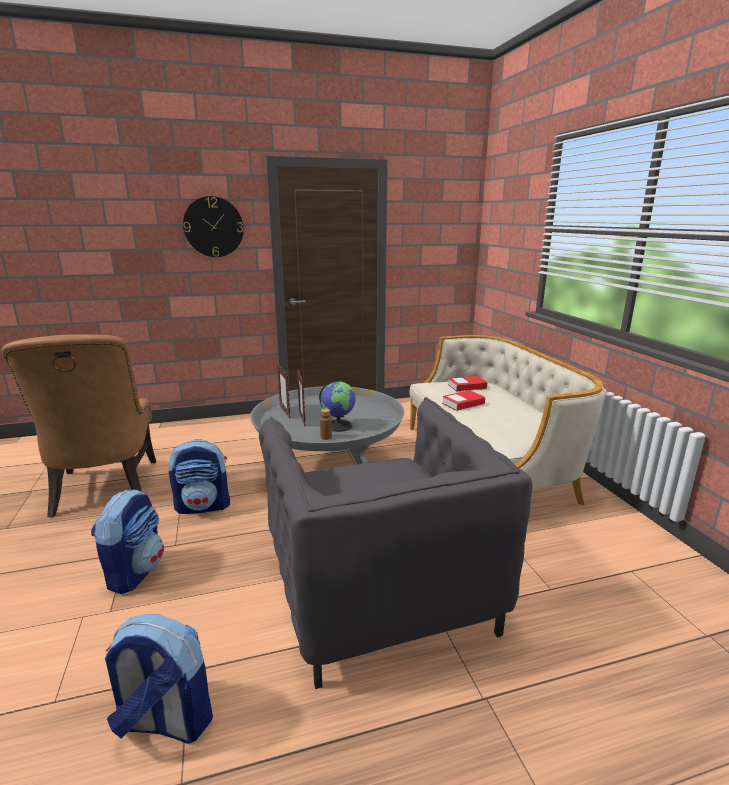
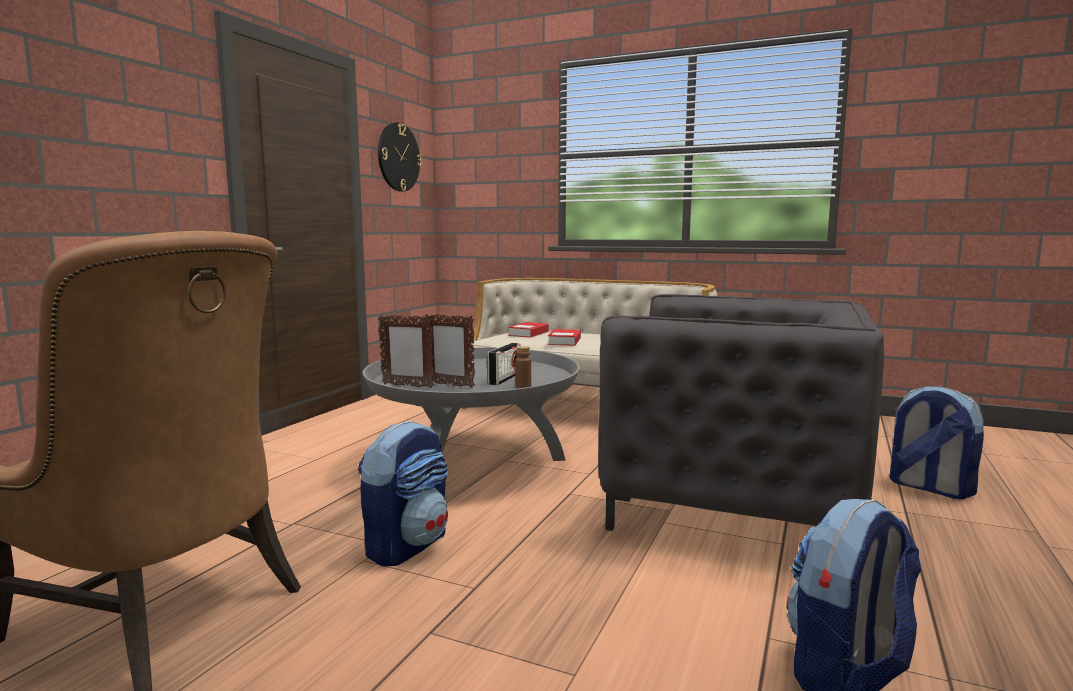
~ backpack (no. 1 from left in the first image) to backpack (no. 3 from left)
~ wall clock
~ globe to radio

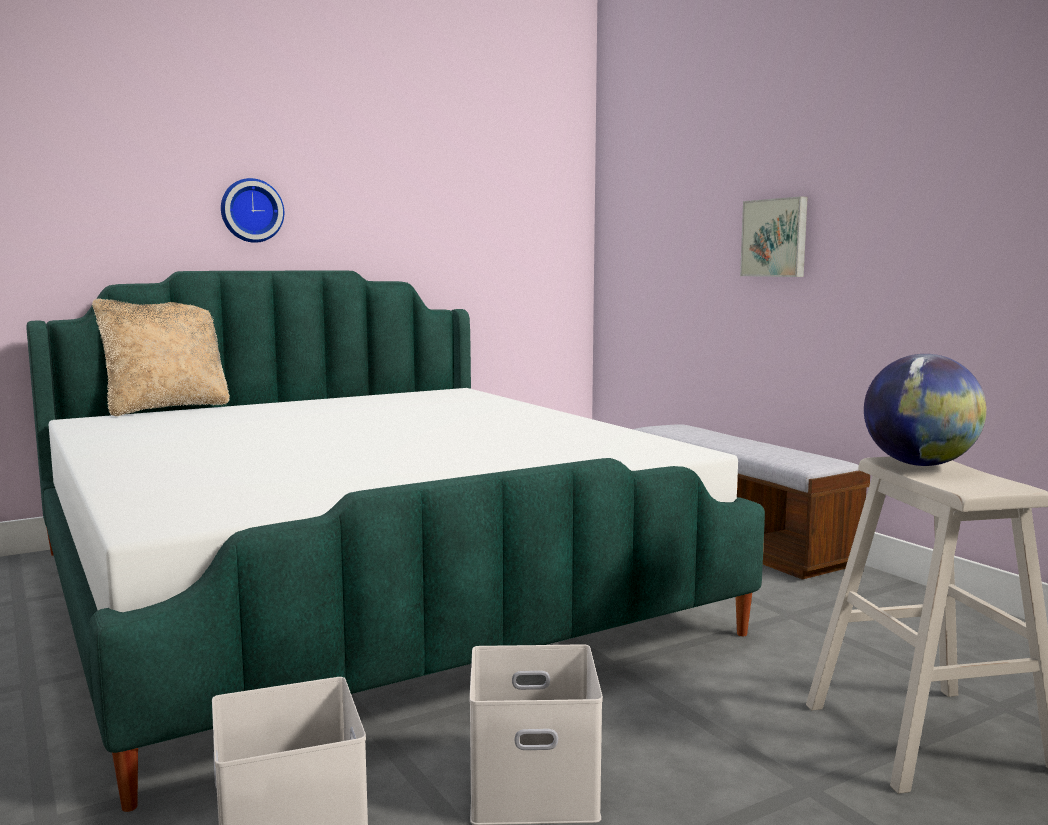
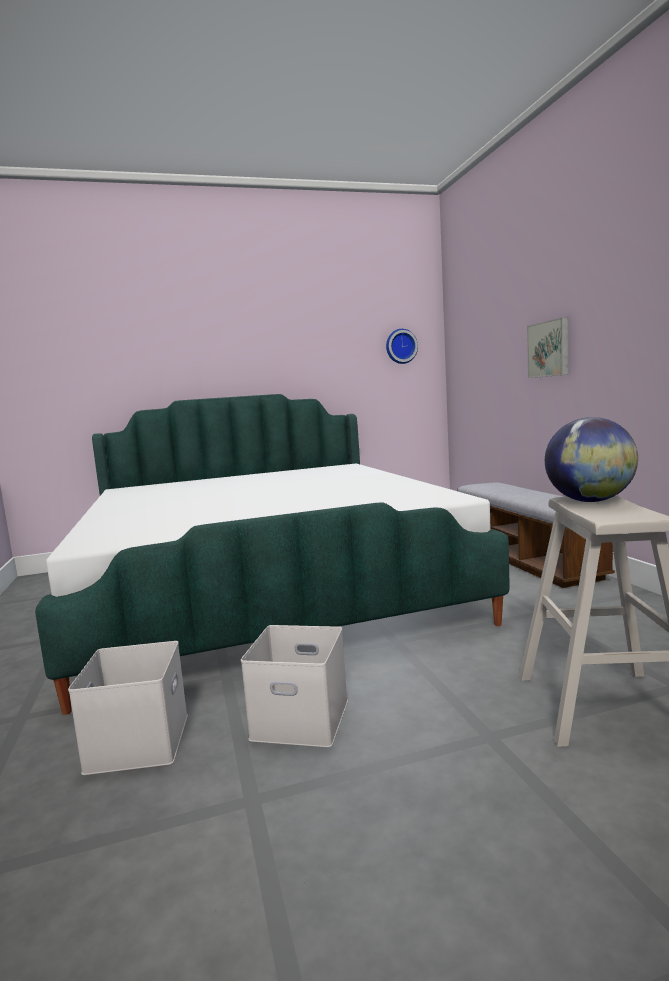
- pillow in beige
~ wall clock

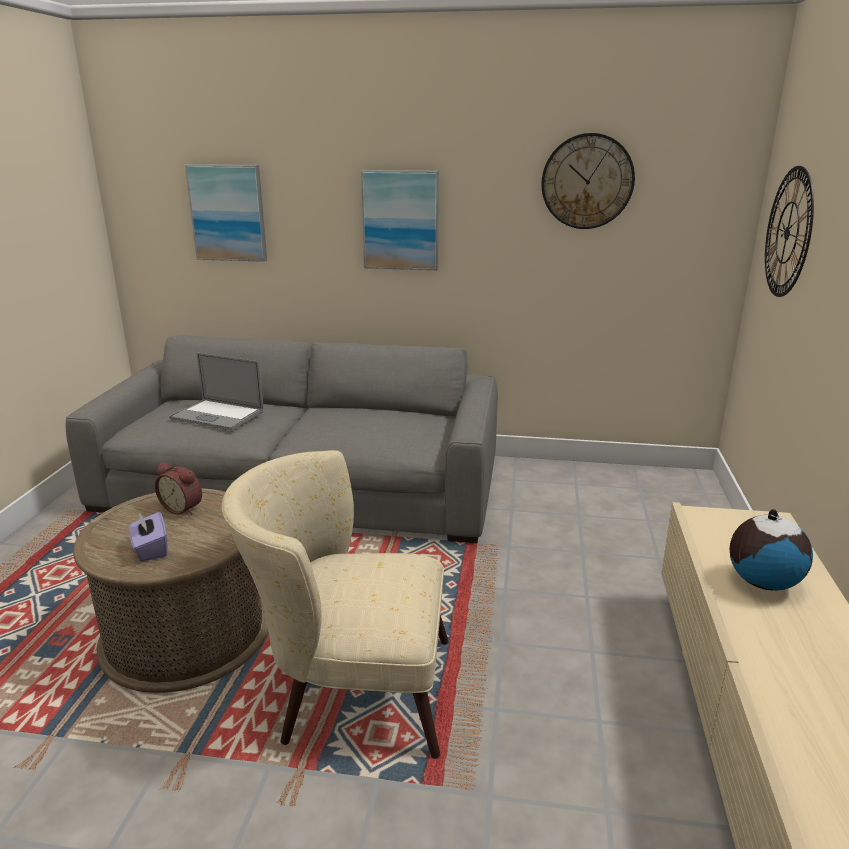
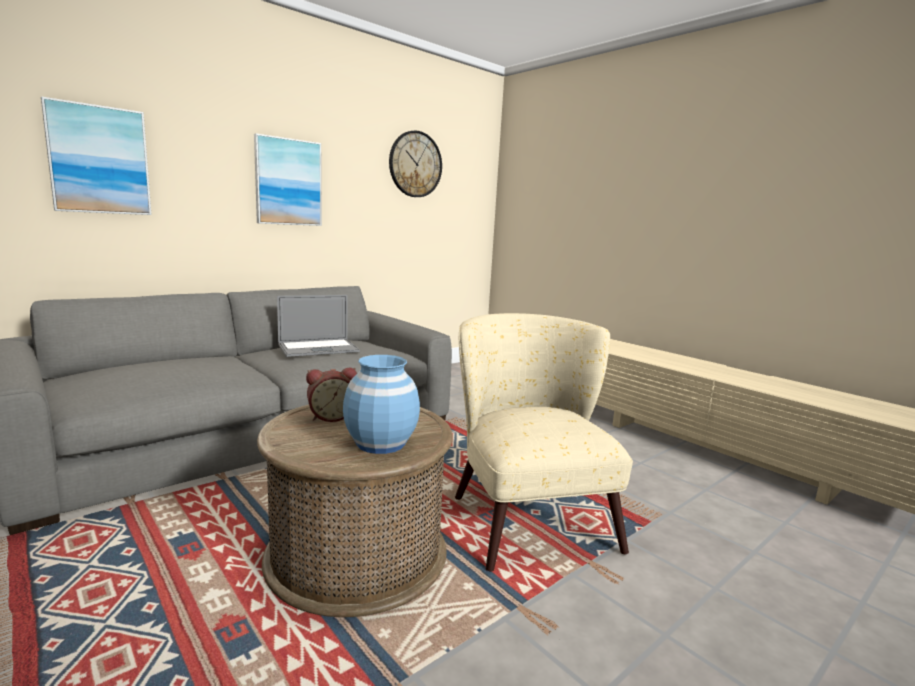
~ tissue box in purple to vase in blue
~ laptop
~ armchair in beige 120 degrees clockwise
- globe
- wall clock (no. 2 from left)

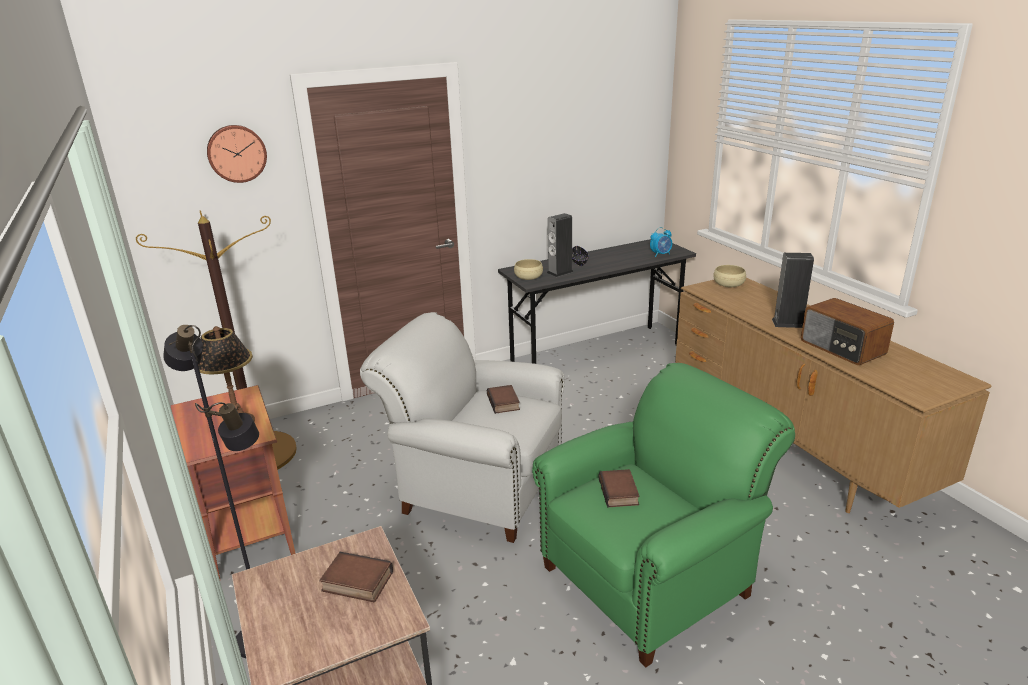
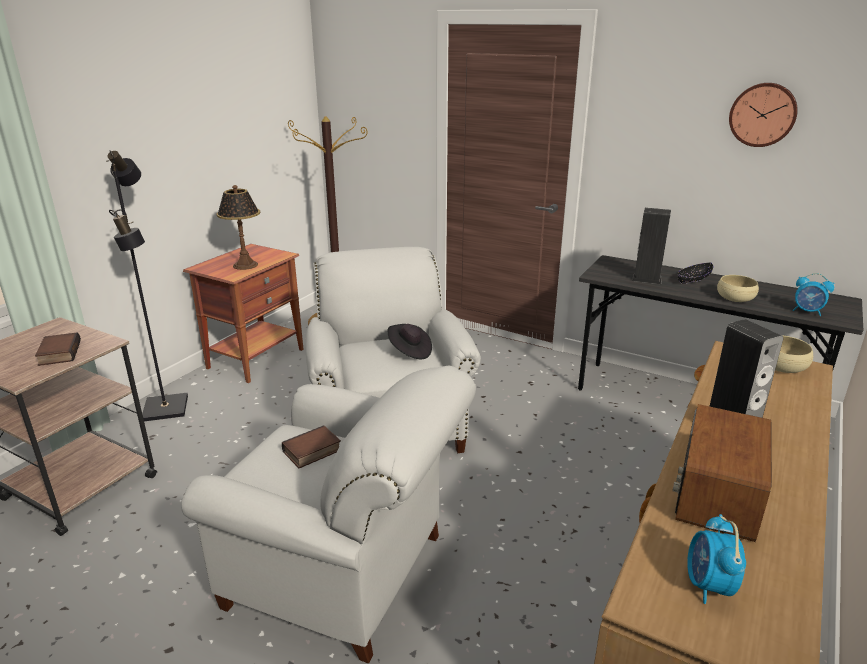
~ wall clock
~ book (no. 2 from left) to hat in black
~ bowl in beige (no. 1 from left)
~ armchair in green to armchair in white (no. 1 from left)
+ alarm clock (no. 1 from left)

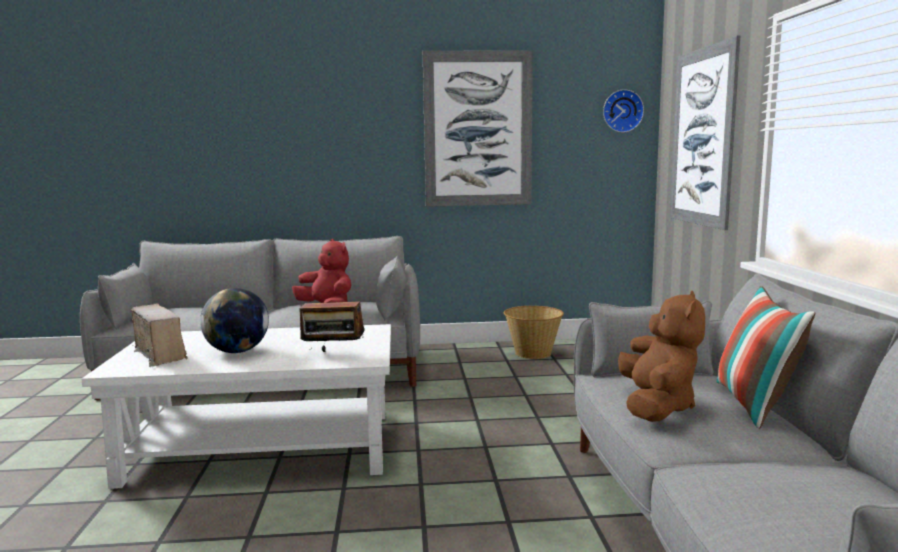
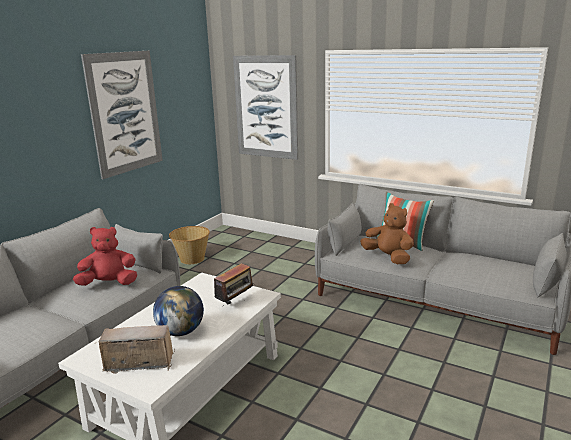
- wall clock

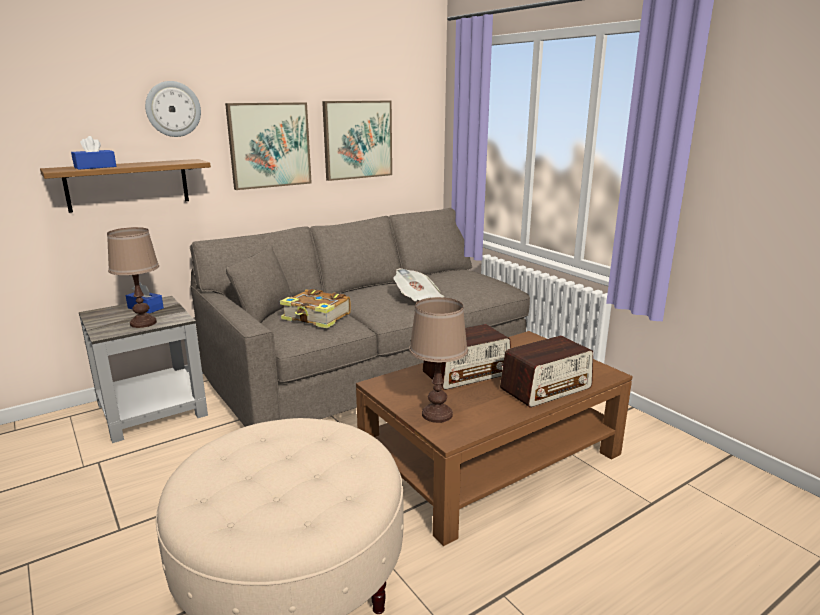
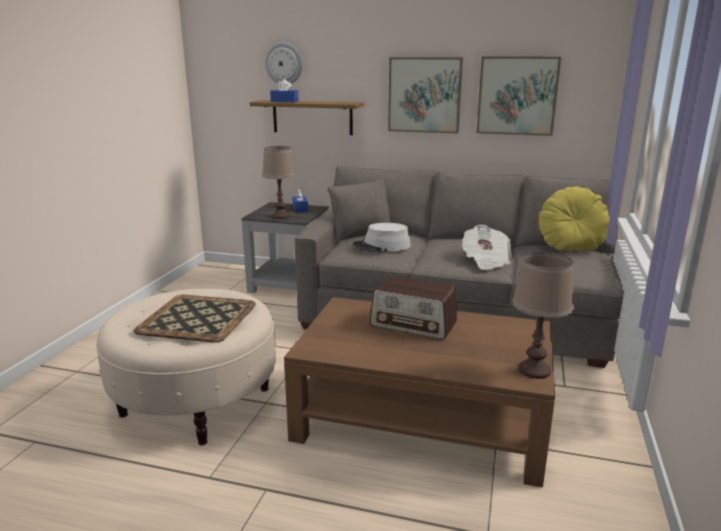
~ wall clock
~ book to hat in grey
~ table lamp in brown (no. 2 from left)
- radio (no. 2 from left)
+ tray
+ pillow in yellow

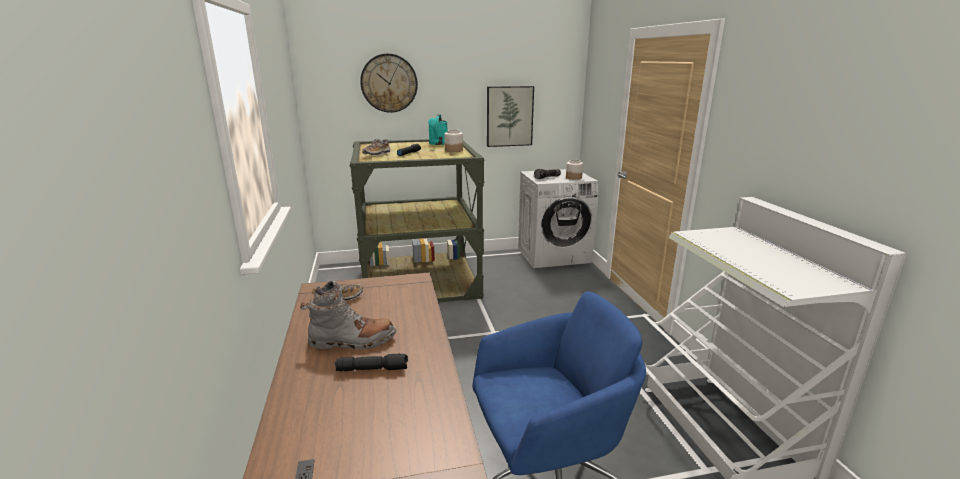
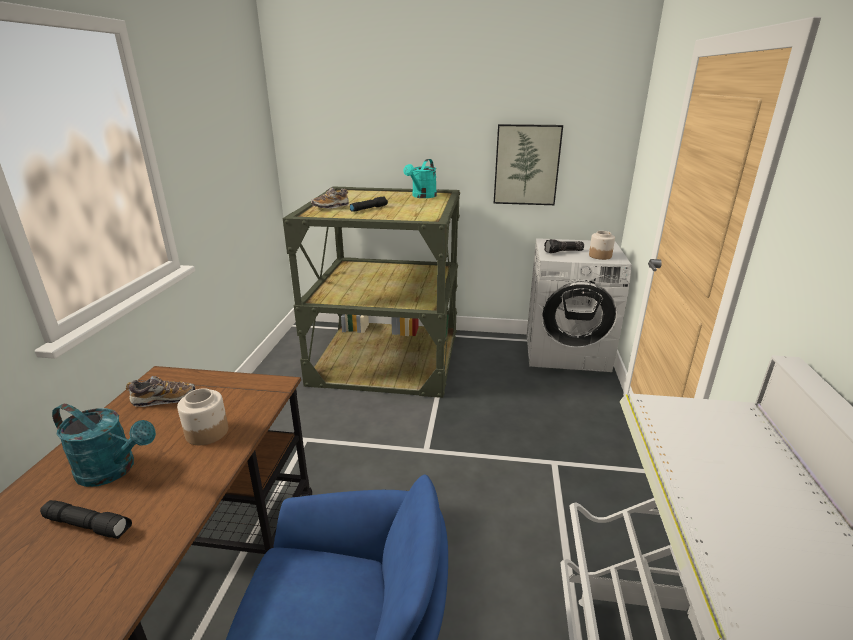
~ boot in grey to watering can in turquoise (no. 1 from left)
- wall clock
~ jar (no. 1 from left)

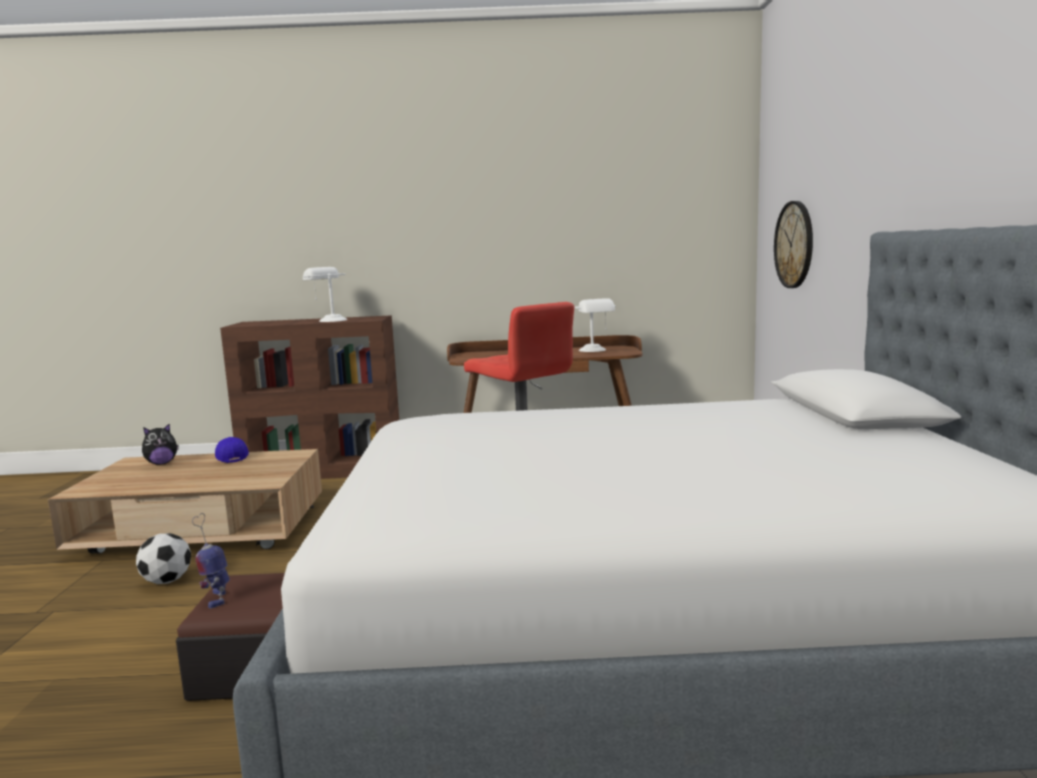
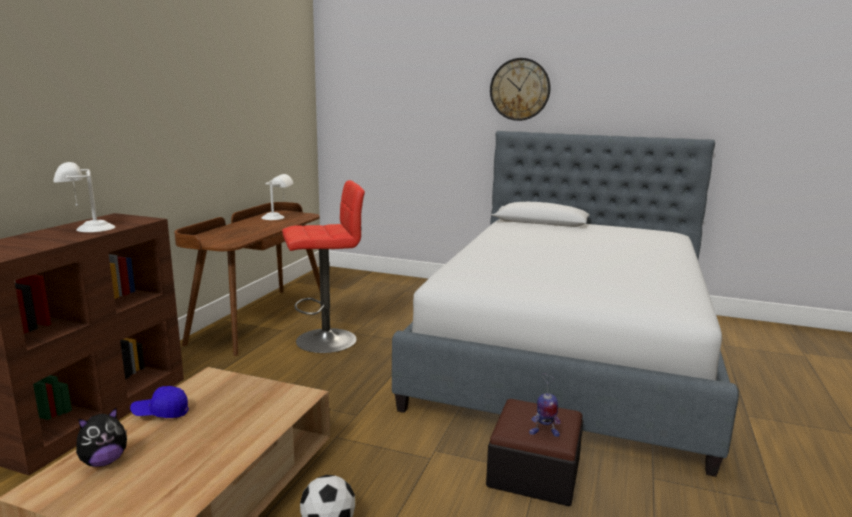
~ plush toy 60 degrees clockwise
~ wall clock

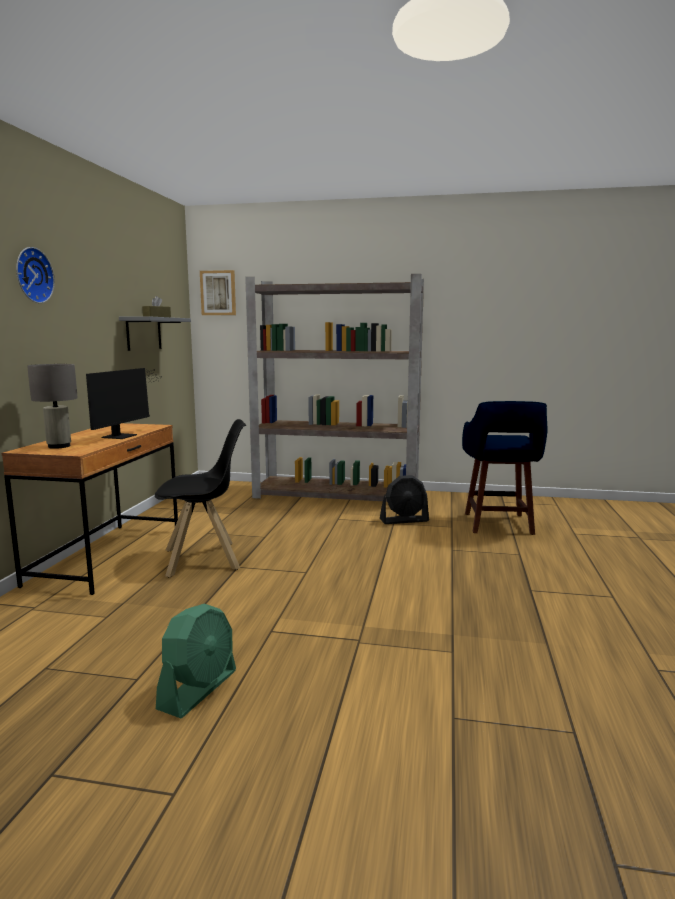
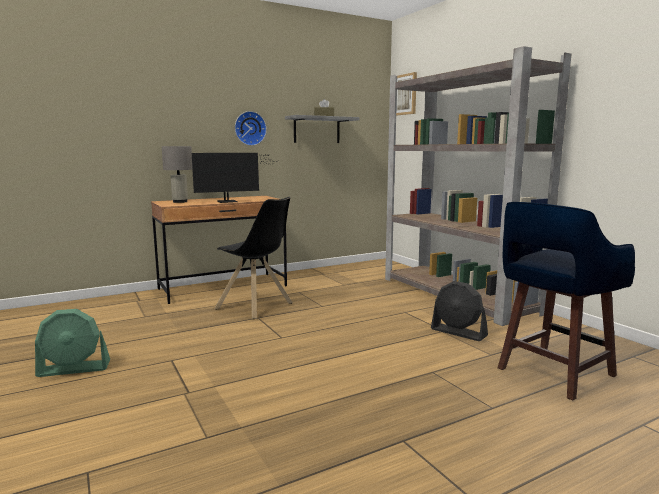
~ wall clock

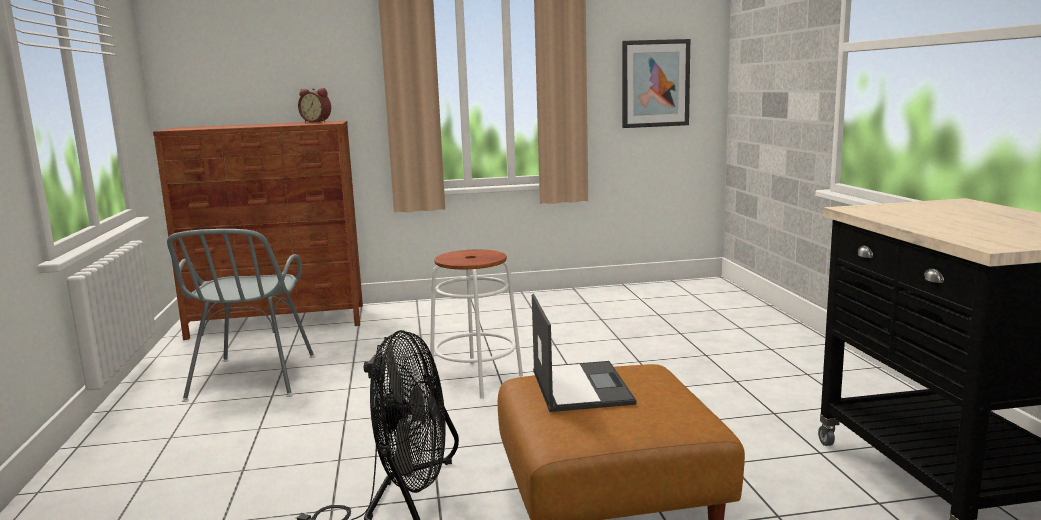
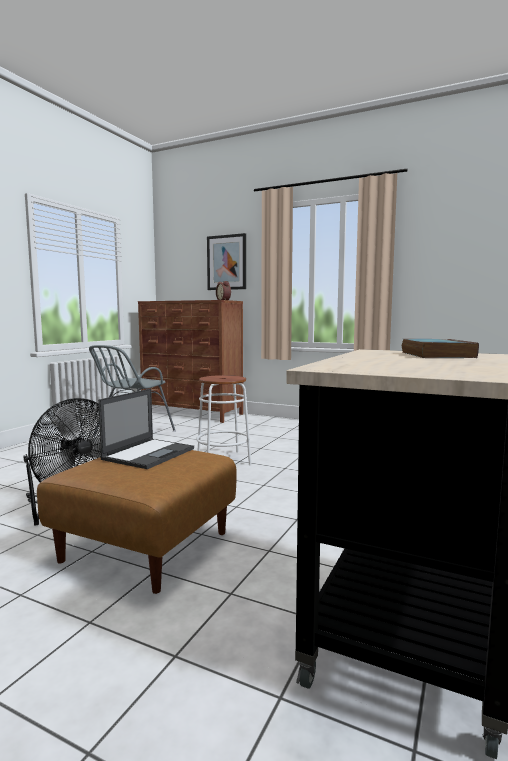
~ picture
+ book

